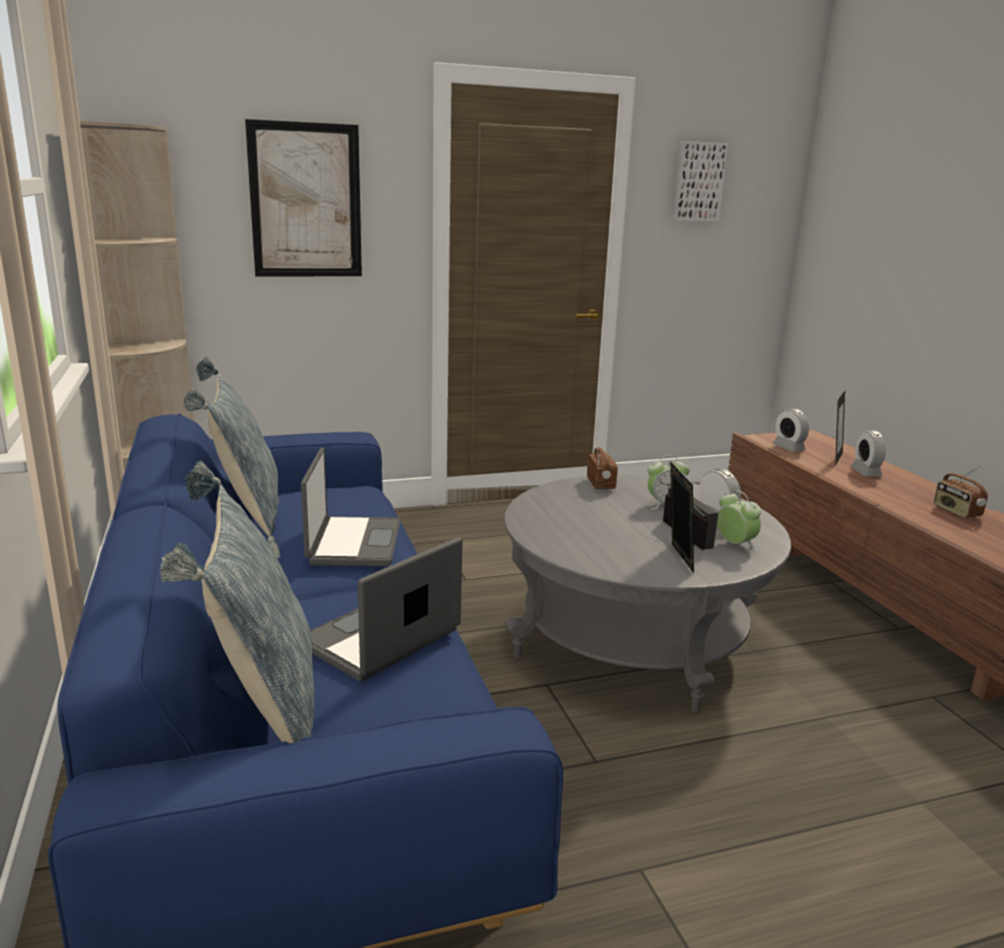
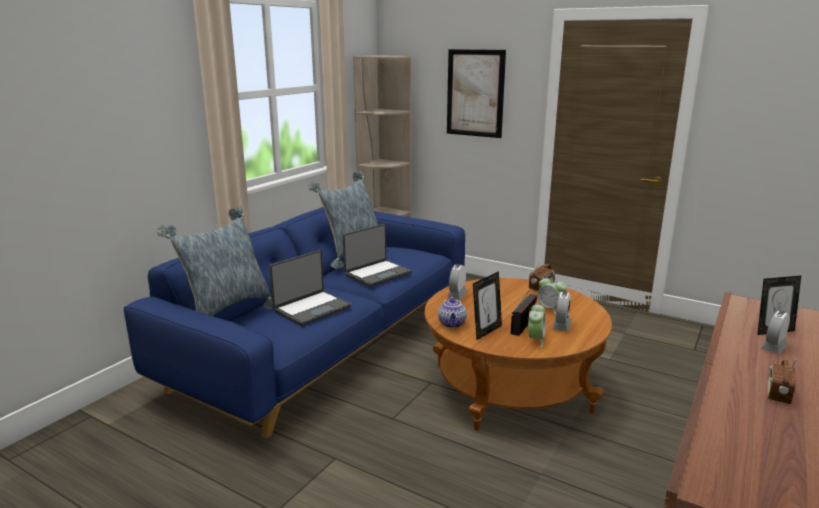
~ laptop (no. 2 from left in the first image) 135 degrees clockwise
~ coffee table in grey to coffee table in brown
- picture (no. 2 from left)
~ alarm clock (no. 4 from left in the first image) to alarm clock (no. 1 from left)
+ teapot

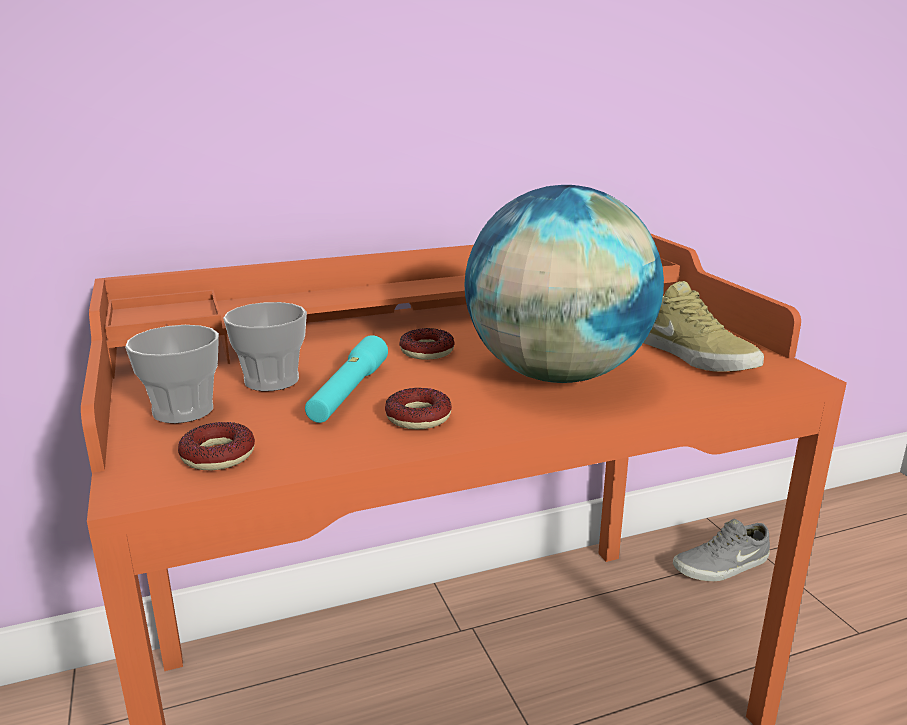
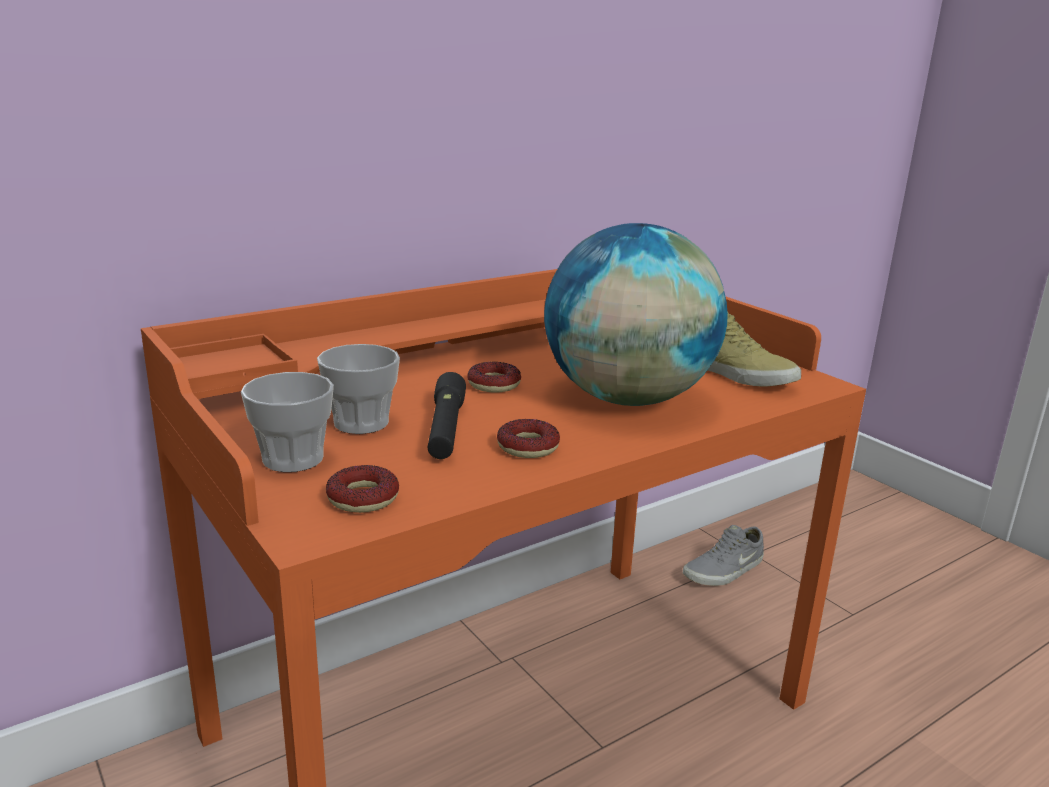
~ flashlight in turquoise to flashlight in black

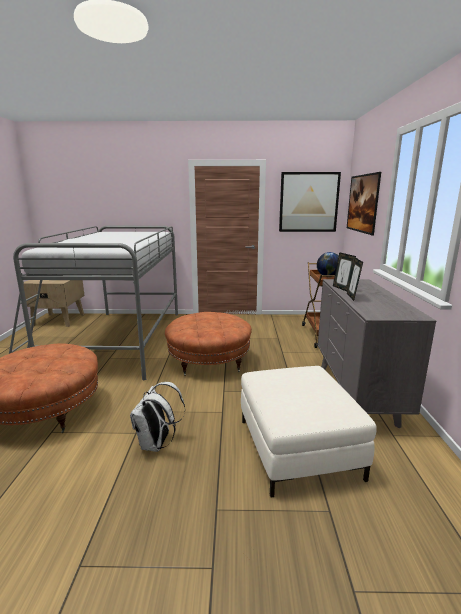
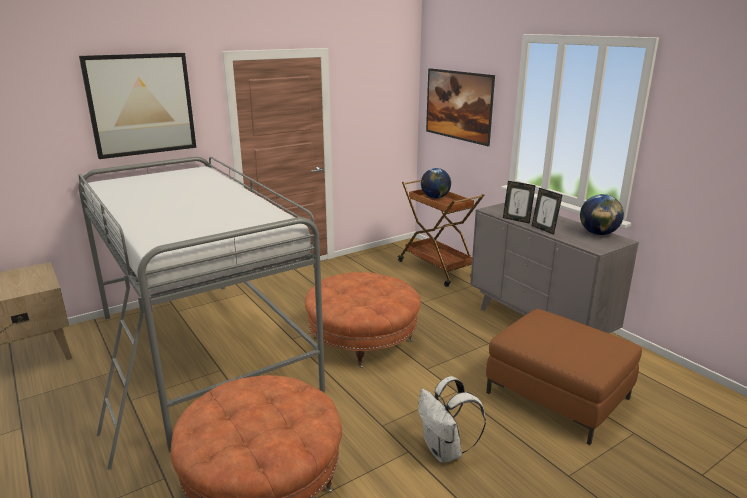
~ ottoman in white to ottoman in brown (no. 3 from left)
~ picture (no. 1 from left)
+ globe (no. 2 from left)

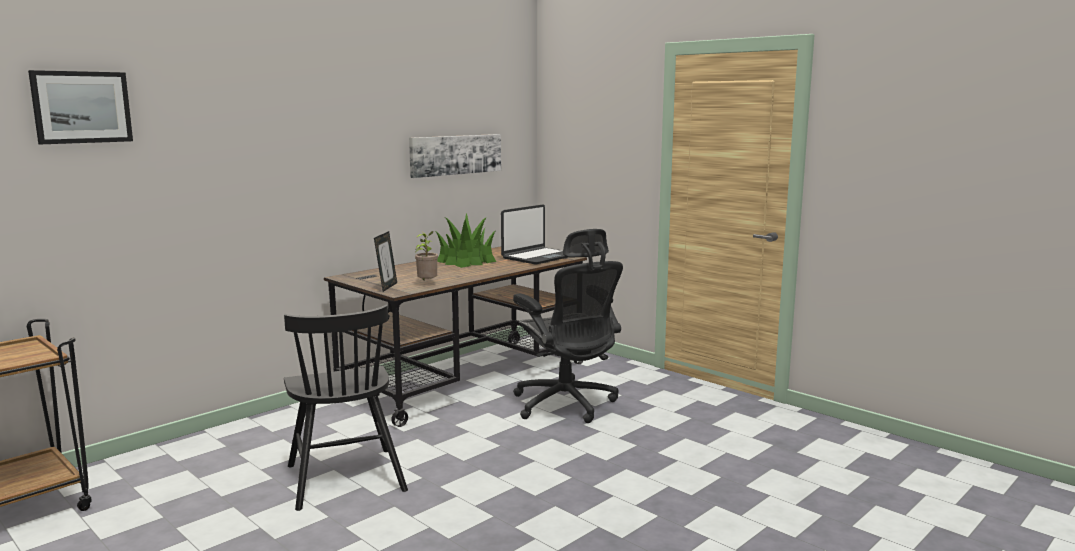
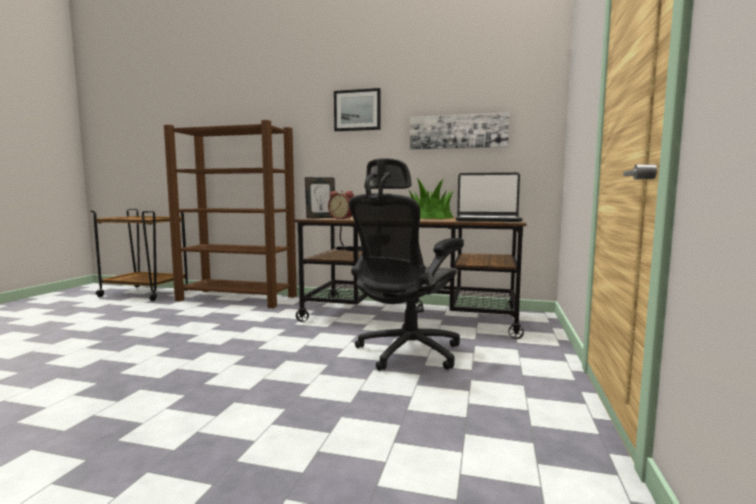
~ picture (no. 1 from left)
- chair in black
~ potted plant (no. 1 from left) to alarm clock
+ bookcase in brown

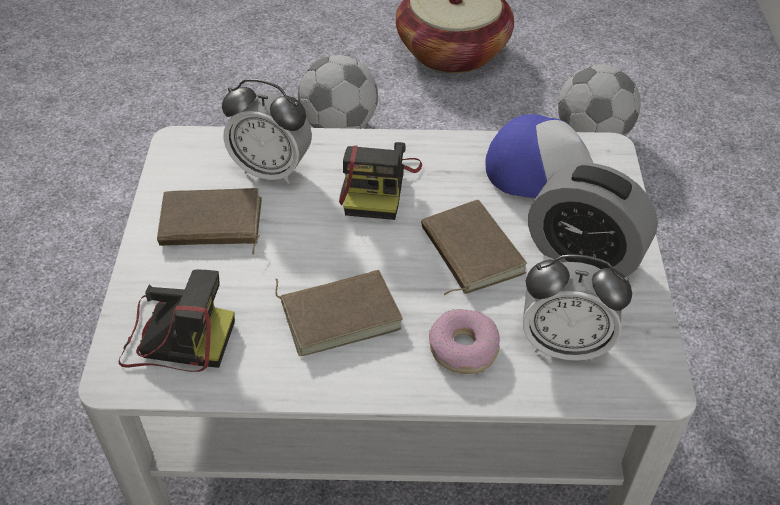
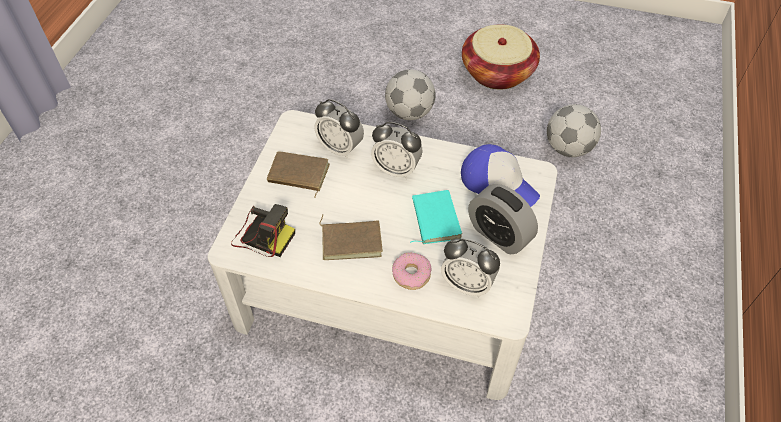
~ photo camera (no. 2 from left) to alarm clock (no. 2 from left)
~ book in brown (no. 3 from left) to book in turquoise

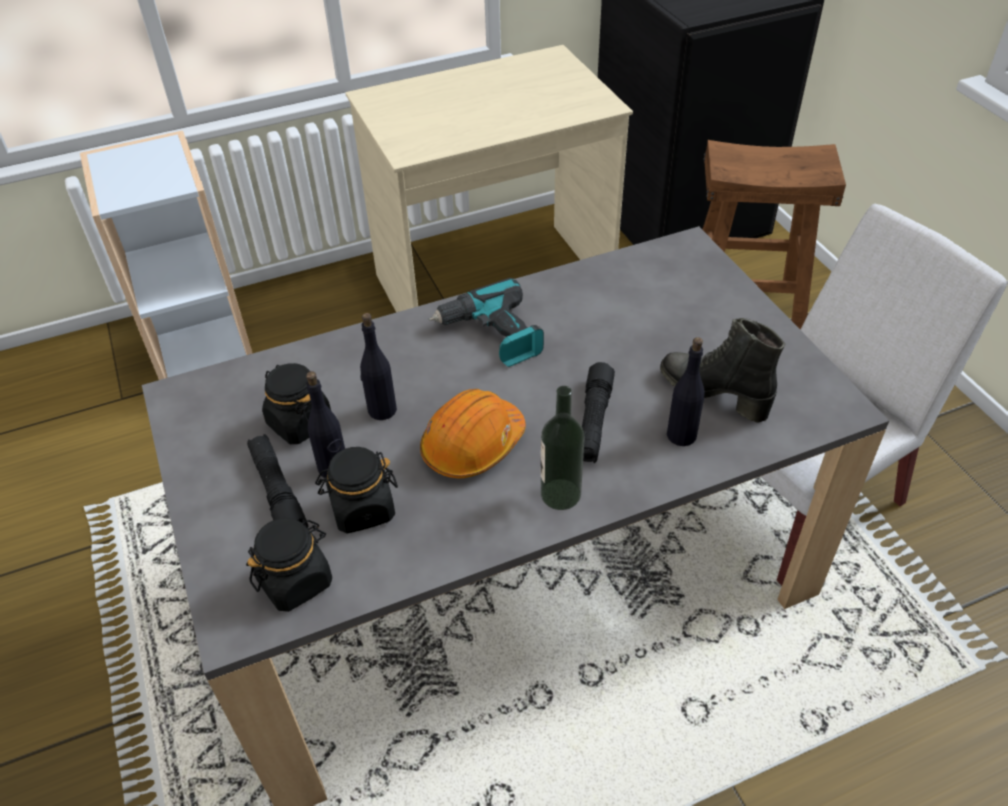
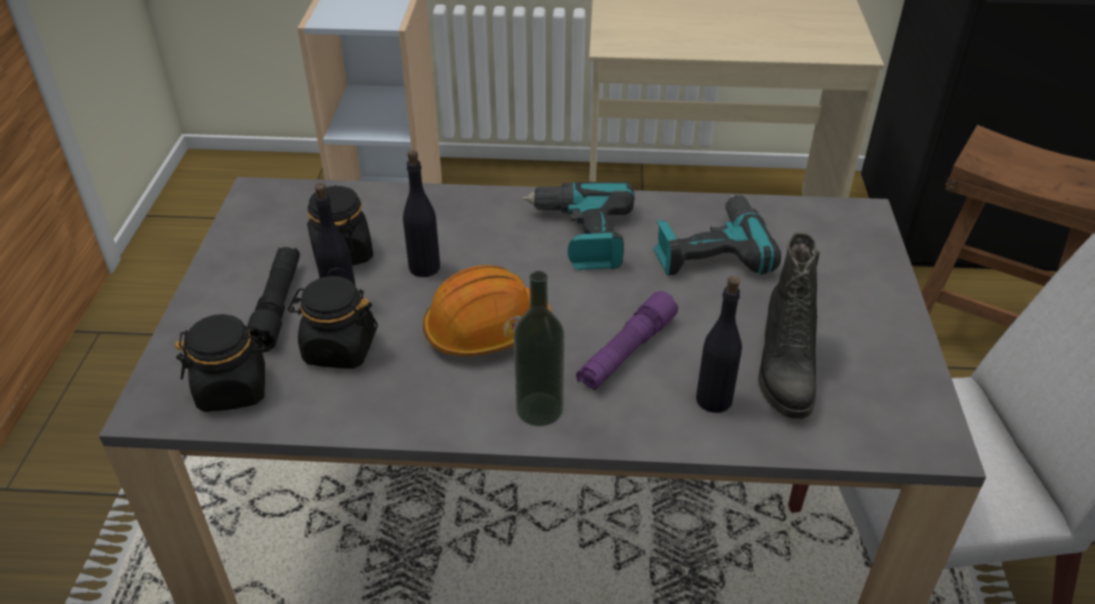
~ flashlight in black (no. 2 from left) to flashlight in purple
~ boot in black 150 degrees counterclockwise
+ power drill (no. 2 from left)

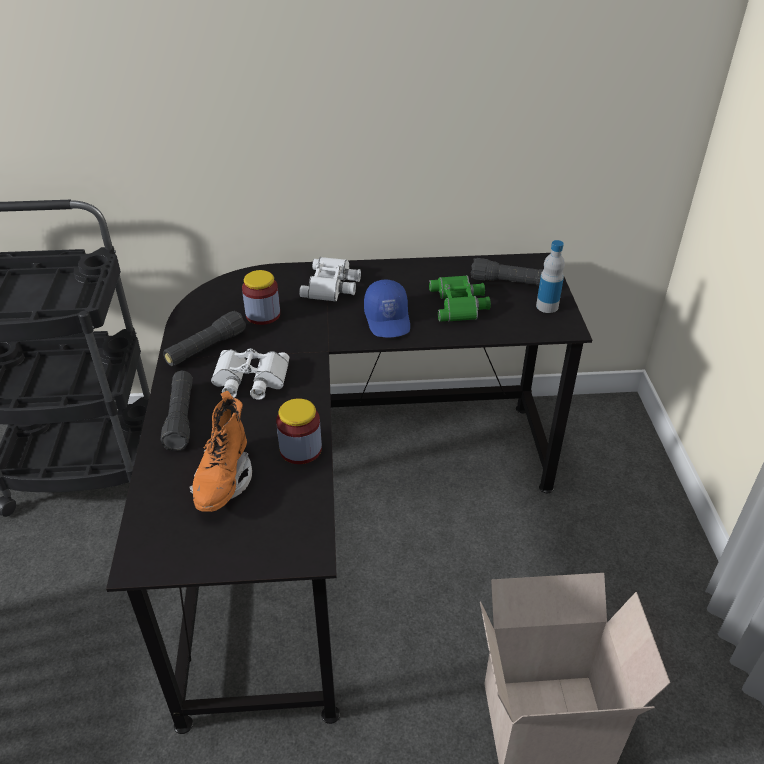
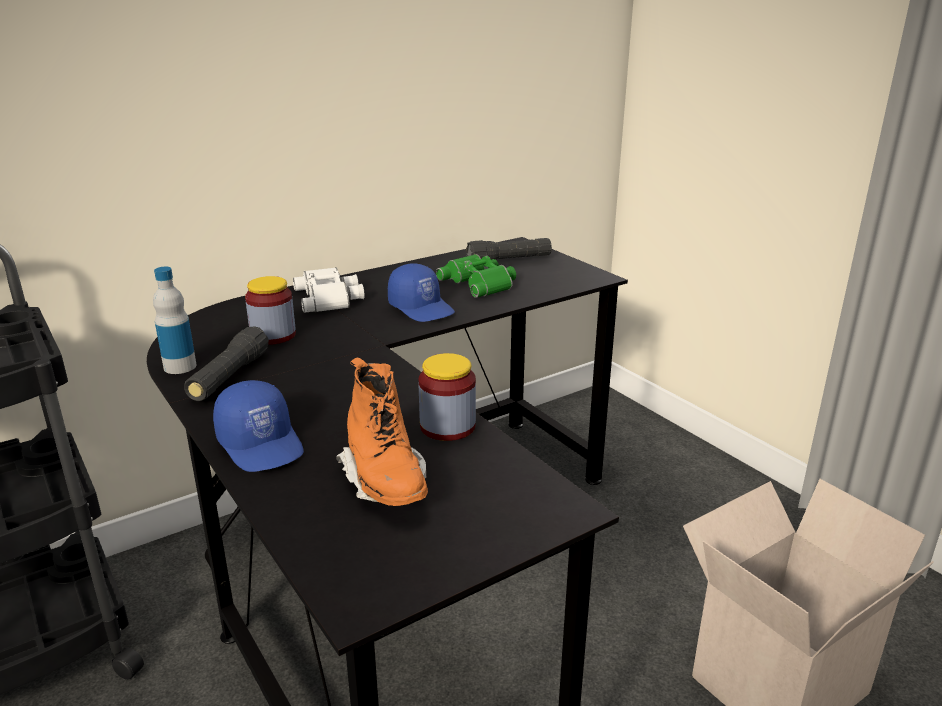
~ flashlight in black (no. 1 from left) to cap in blue (no. 1 from left)
- binoculars in white (no. 1 from left)
~ bottle

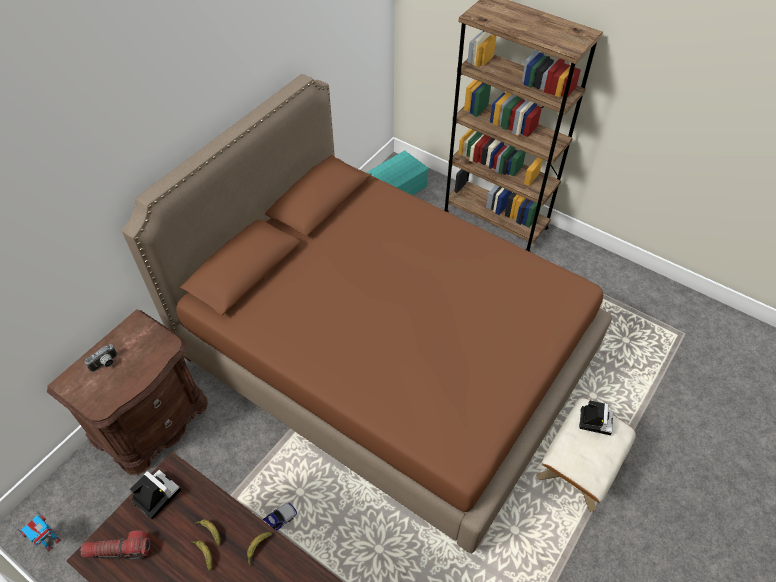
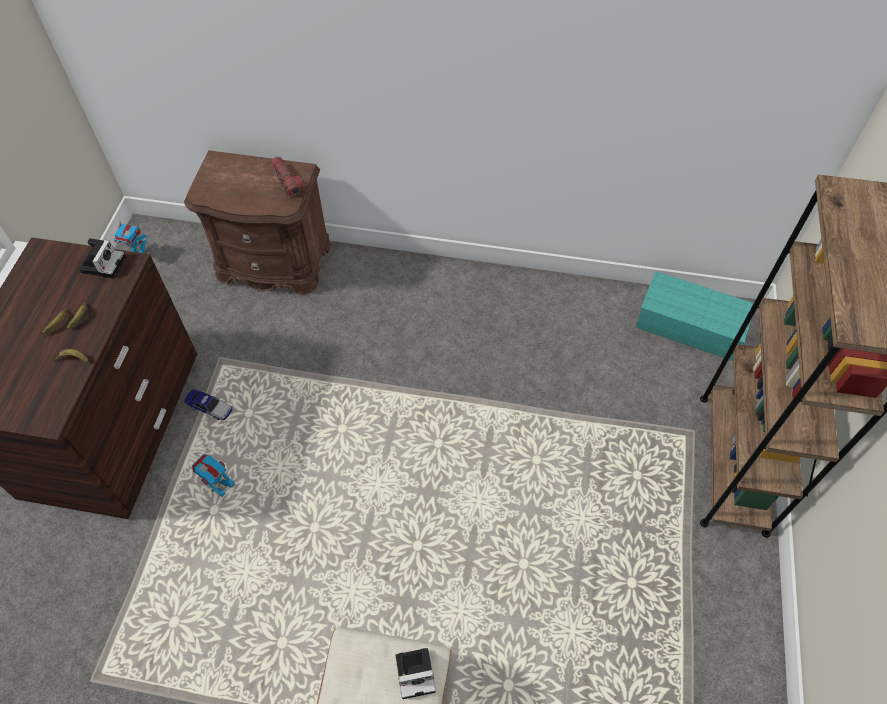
~ flashlight
- photo camera (no. 1 from left)
- bed in brown
+ toy robot (no. 2 from left)

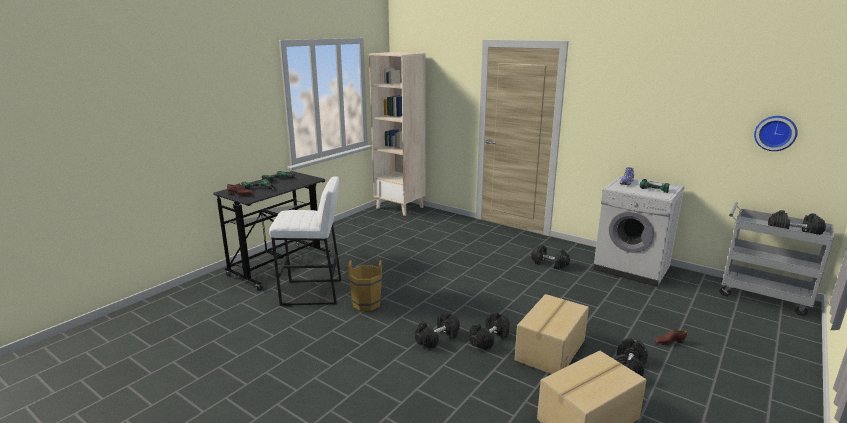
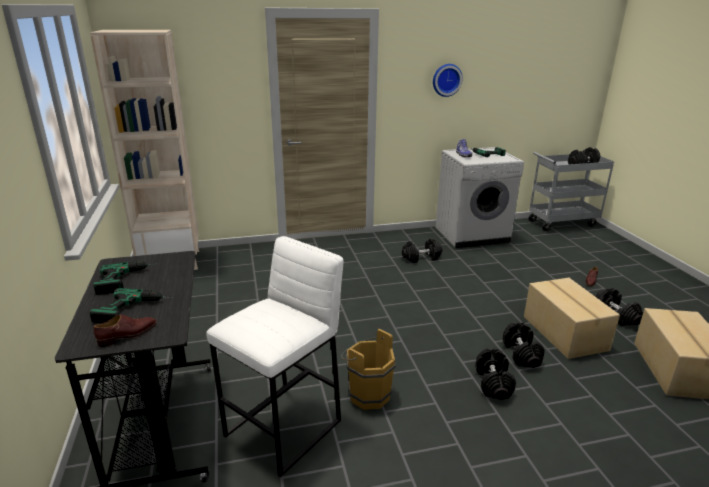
~ wall clock

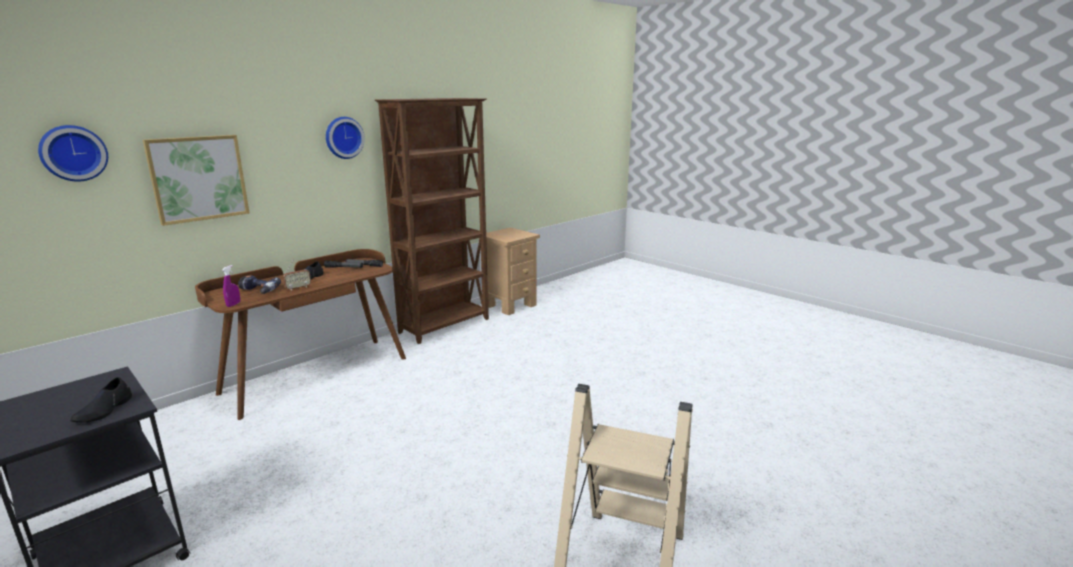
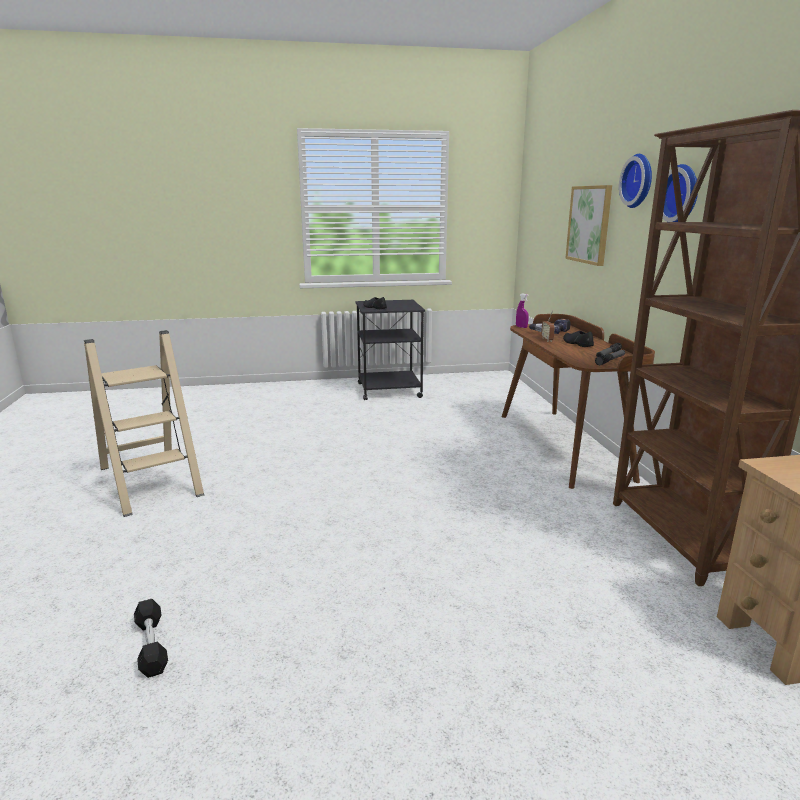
~ wall clock (no. 1 from left)
+ dumbbell in black

